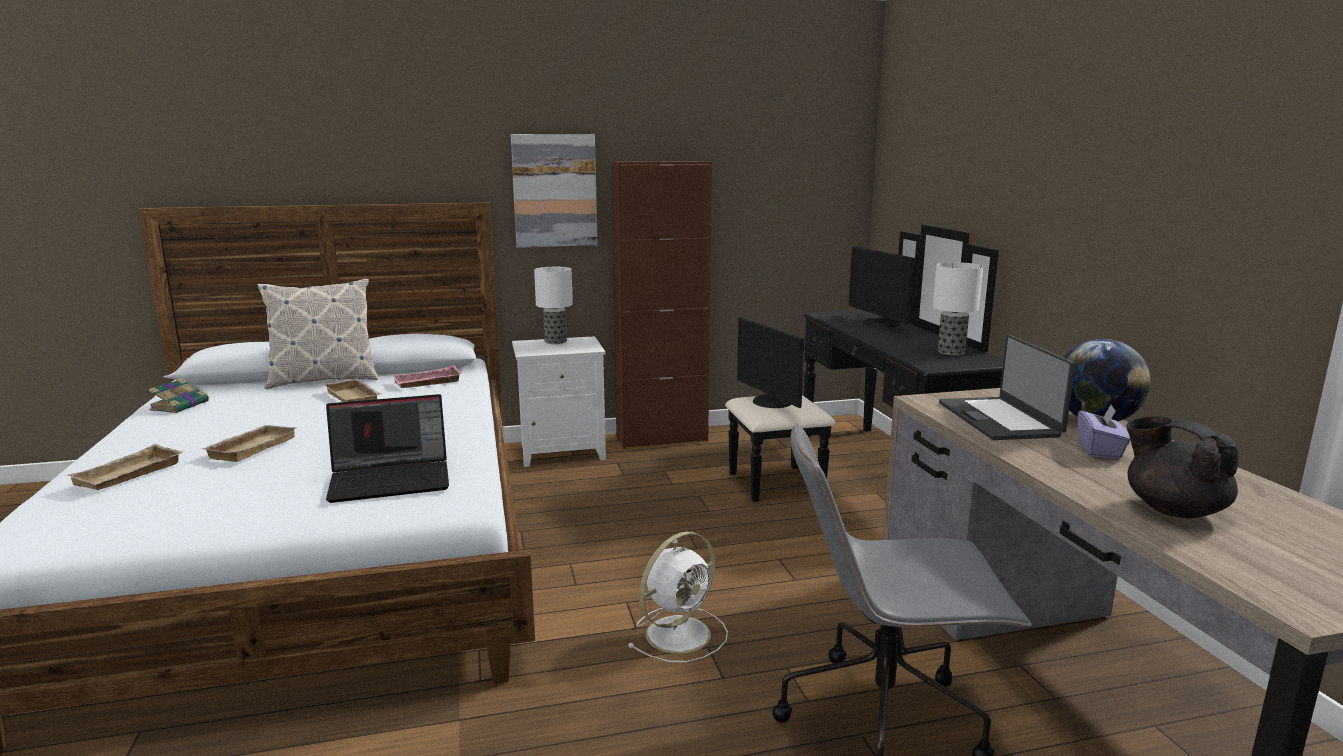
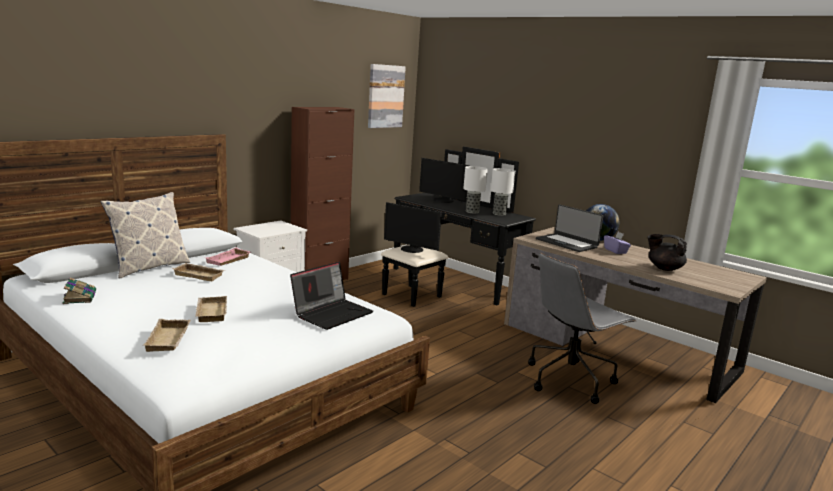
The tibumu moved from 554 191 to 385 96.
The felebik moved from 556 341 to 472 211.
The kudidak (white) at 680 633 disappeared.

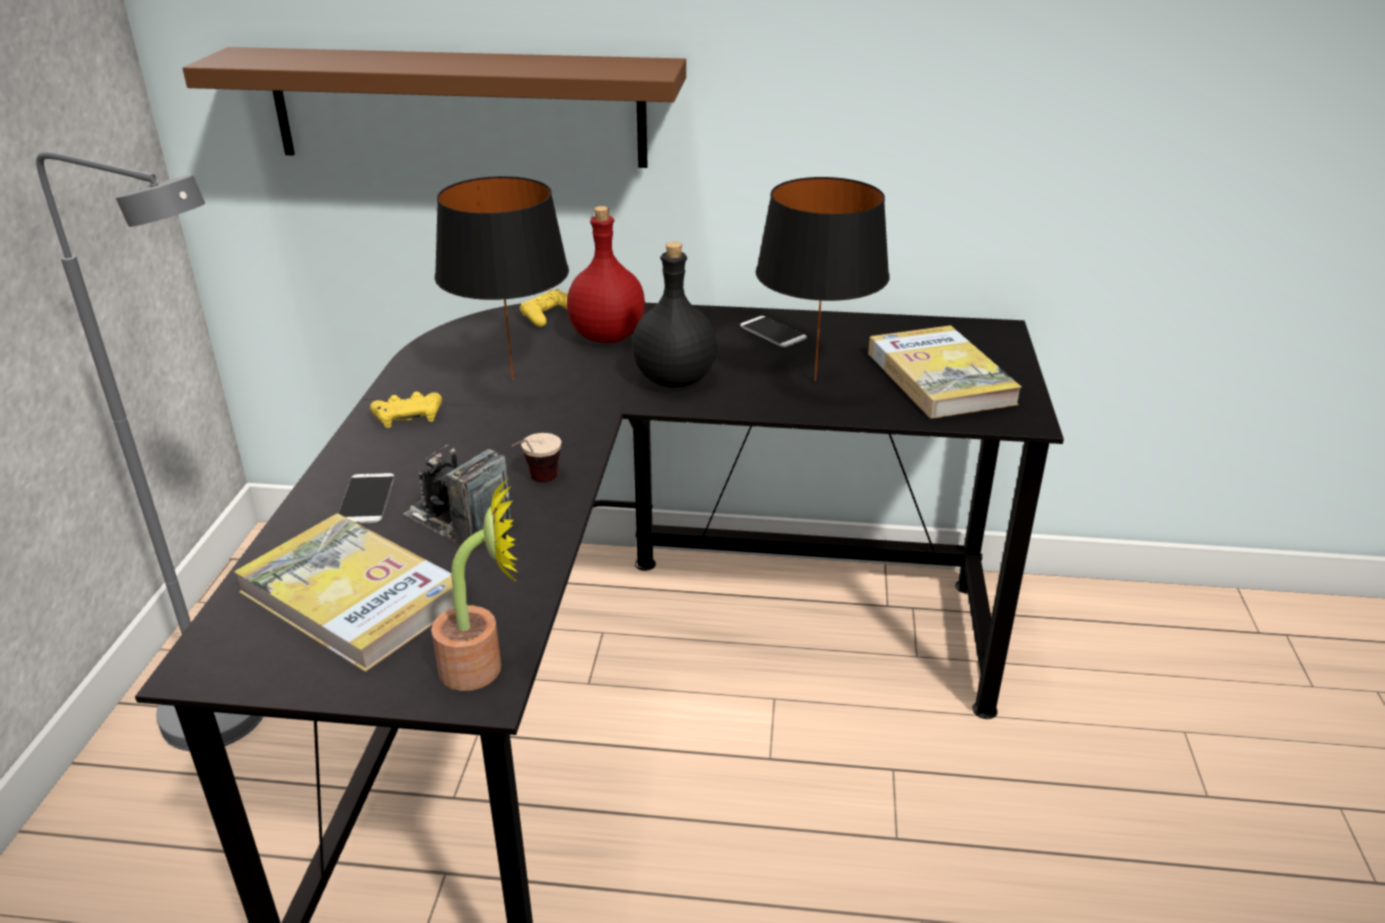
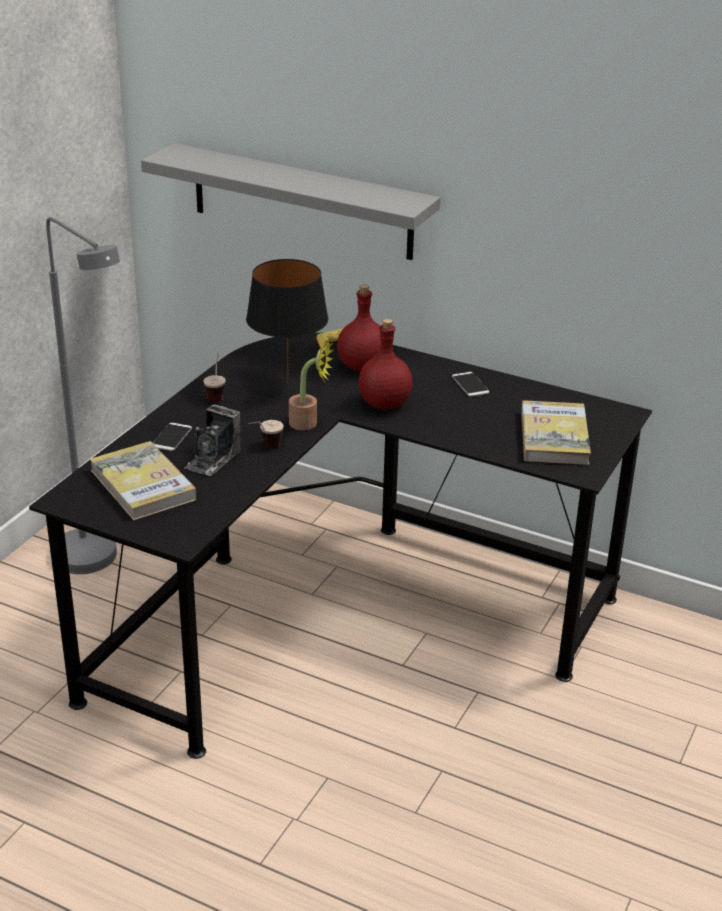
The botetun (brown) at 458 107 became the botetun (grey) at 301 202.
The felebik (black) at 813 381 disappeared.
The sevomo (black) at 675 380 became the sevomo (red) at 384 404.
The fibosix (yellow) at 408 416 was replaced by the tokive at 216 395.
The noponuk at 458 520 turned 120 degrees counterclockwise.
The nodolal moved from 484 667 to 309 423.

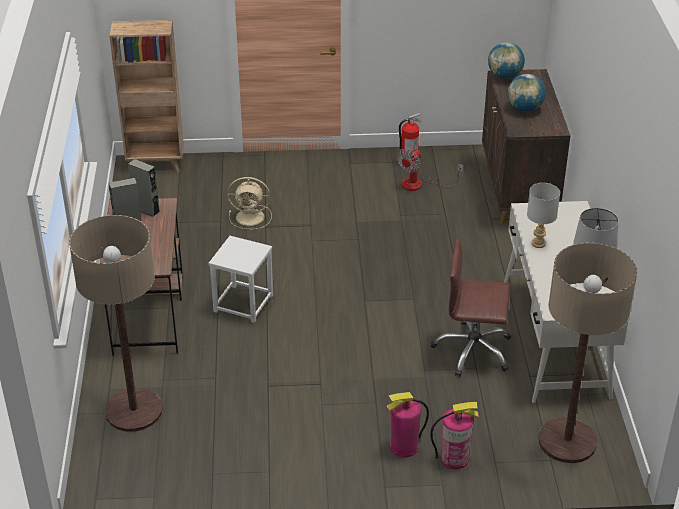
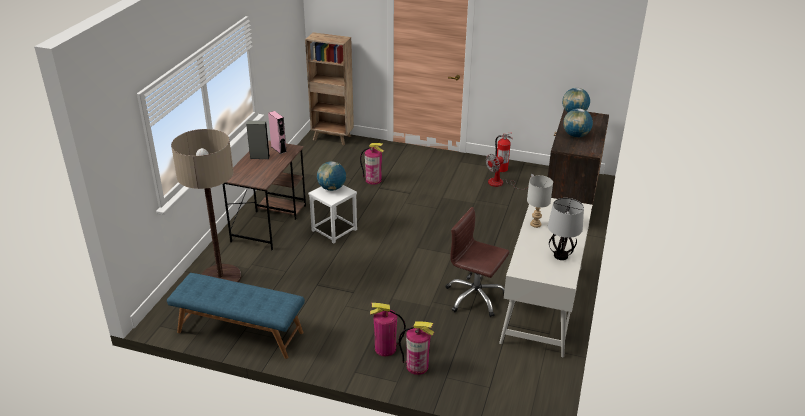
The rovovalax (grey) at 146 210 became the rovovalax (pink) at 278 149.
The kudidak (beige) at 251 217 was replaced by the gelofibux at 373 180.
The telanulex at 567 441 disappeared.
The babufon at 332 188 appeared.
The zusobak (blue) at 239 332 appeared.

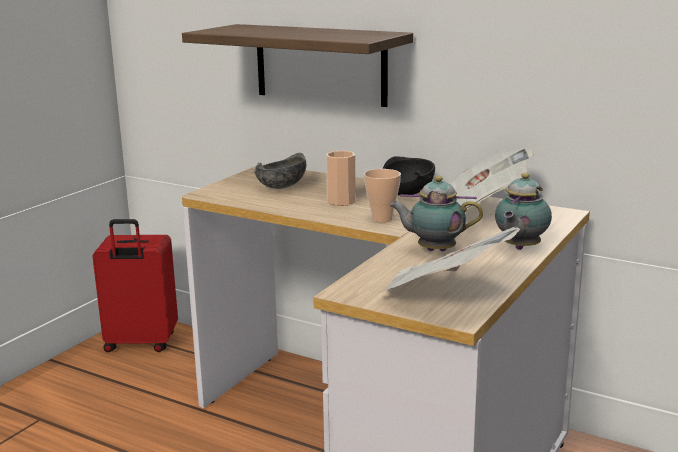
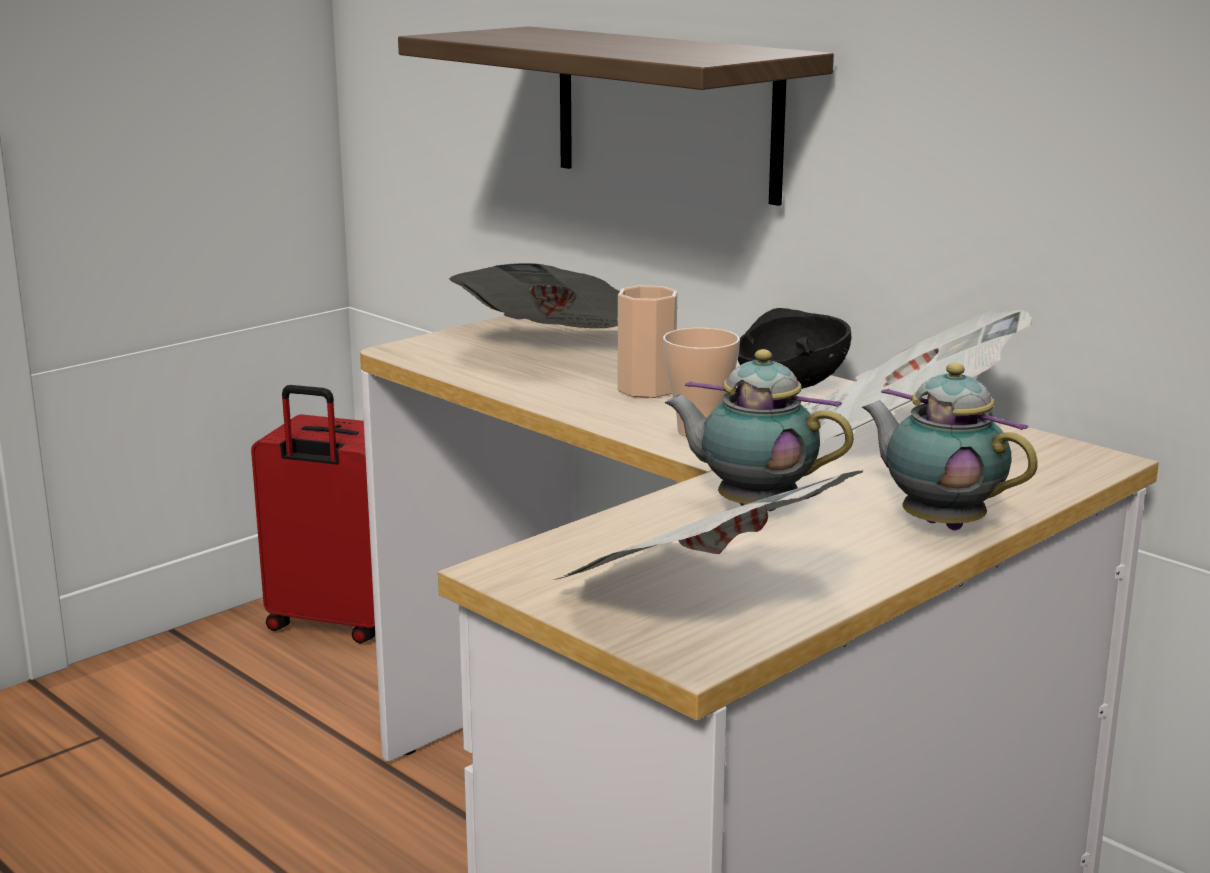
The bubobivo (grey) at 280 187 was replaced by the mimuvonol at 553 350.
The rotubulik at 519 248 turned 90 degrees clockwise.

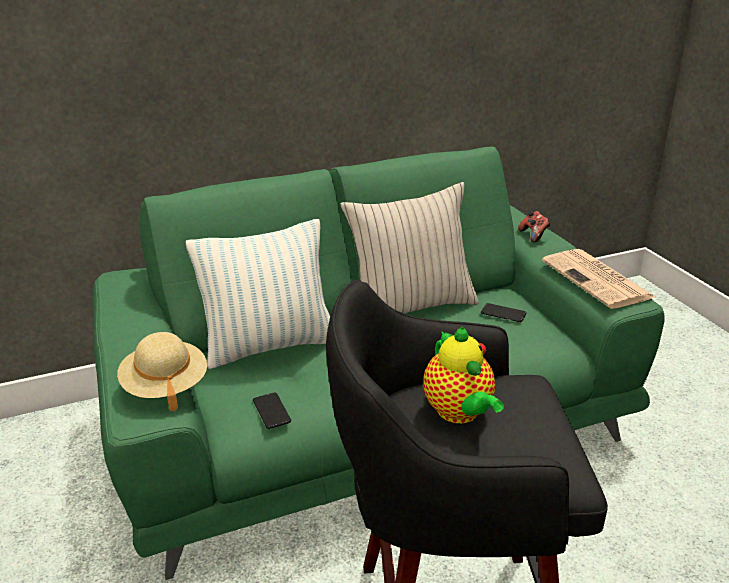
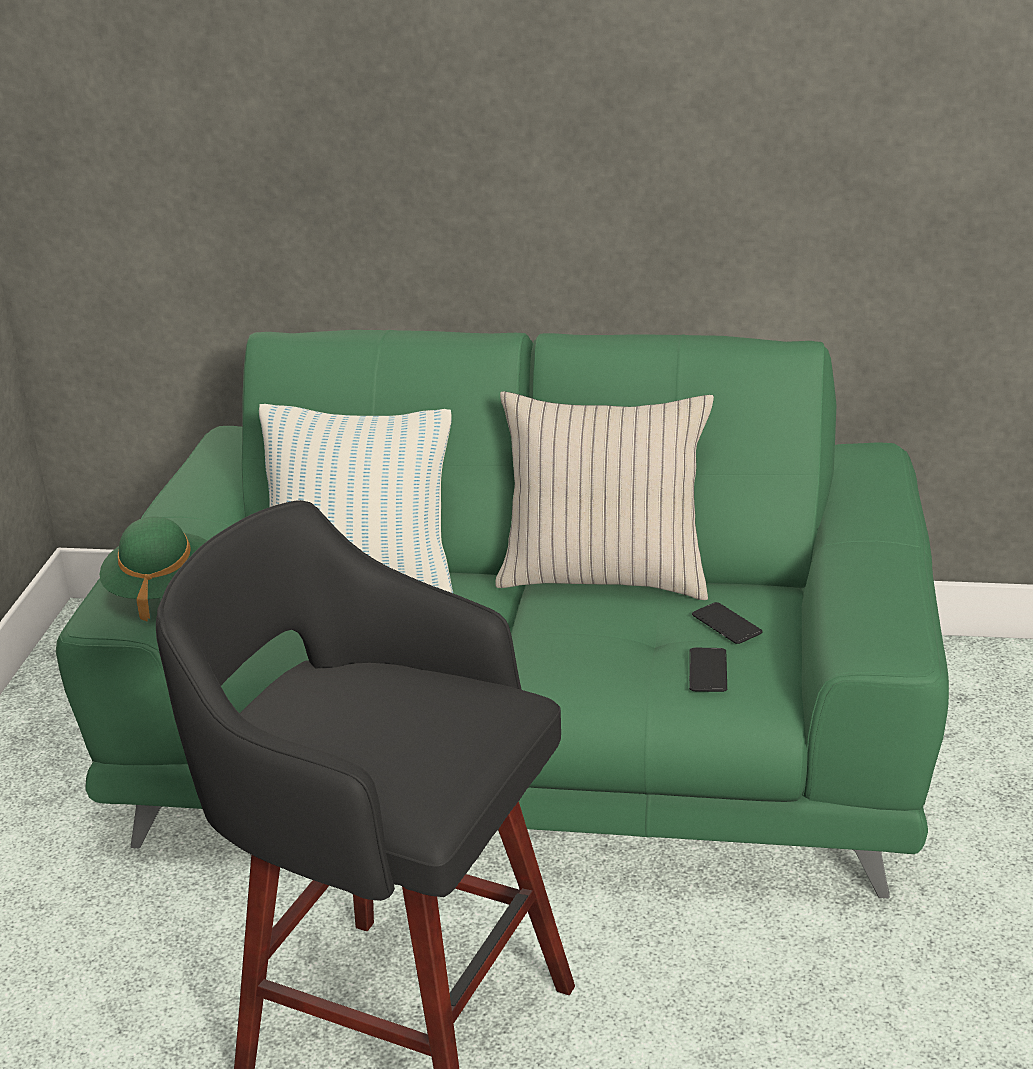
The fibosix at 534 236 disappeared.
The mimuvonol at 598 280 disappeared.
The rotubulik at 460 413 disappeared.
The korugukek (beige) at 165 386 became the korugukek (green) at 162 590.
The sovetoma moved from 271 411 to 708 671.

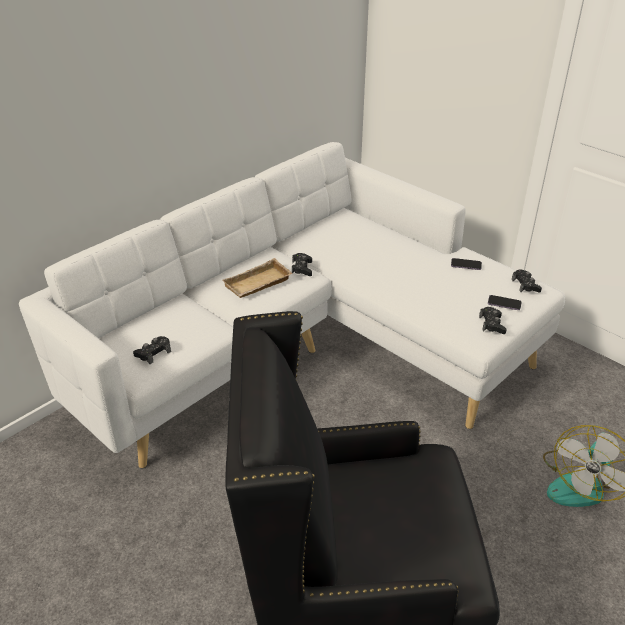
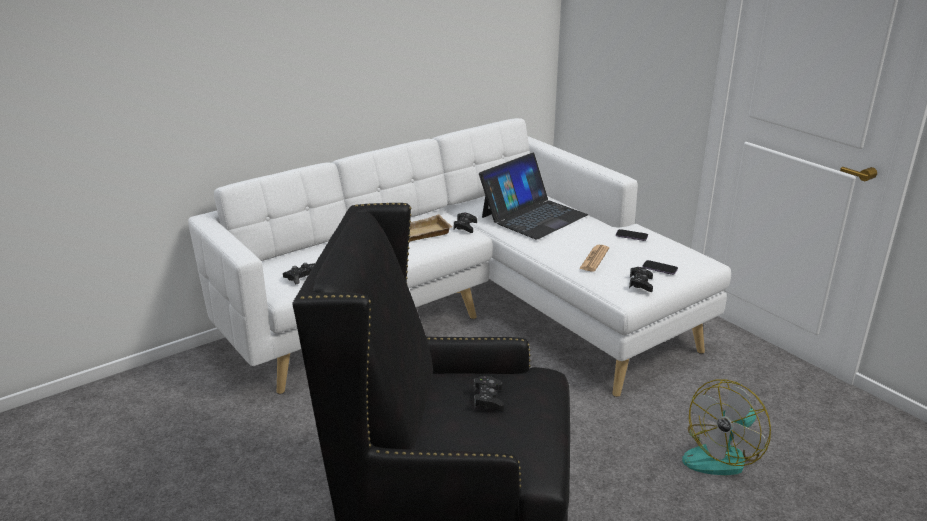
The fibosix (black) moved from 525 285 to 488 399.
The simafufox at 533 216 appeared.
The mimuvonol at 594 259 appeared.

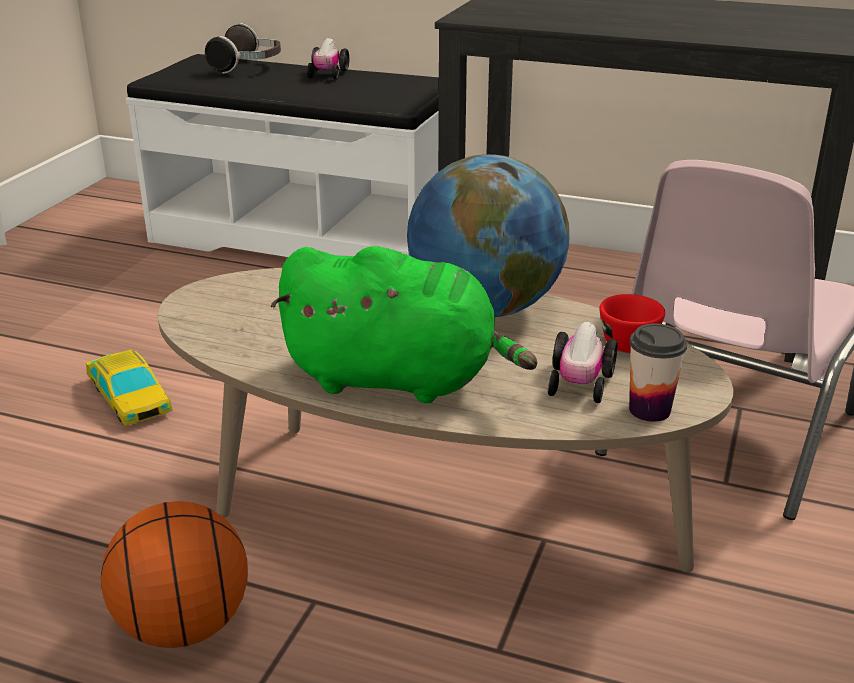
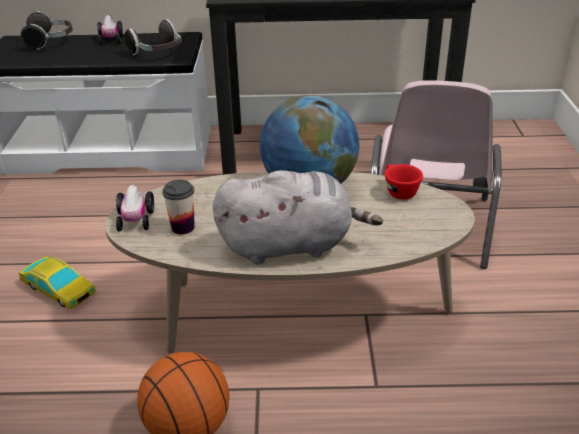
The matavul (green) at 399 379 became the matavul (grey) at 291 245.
The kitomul moved from 580 383 to 135 220.
The tokive moved from 649 410 to 183 227.
The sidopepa at 157 52 appeared.

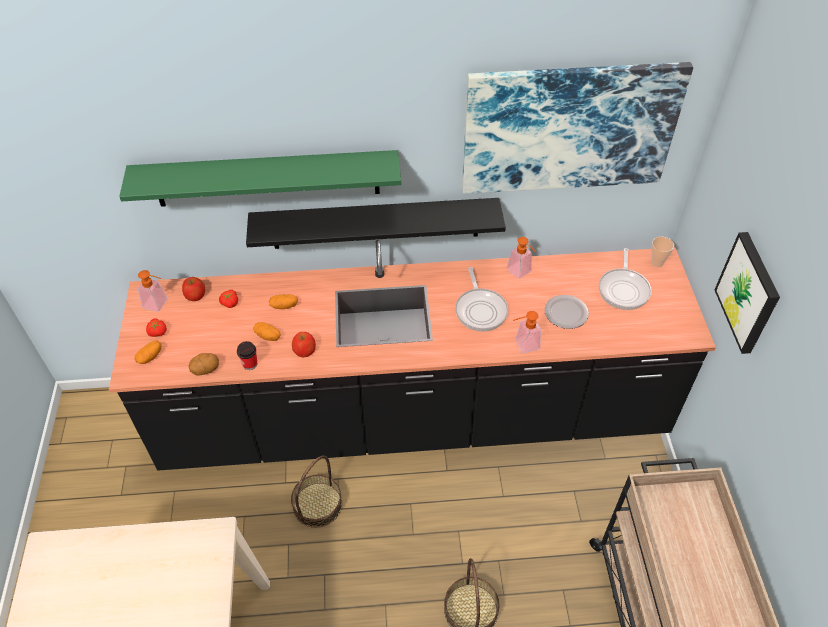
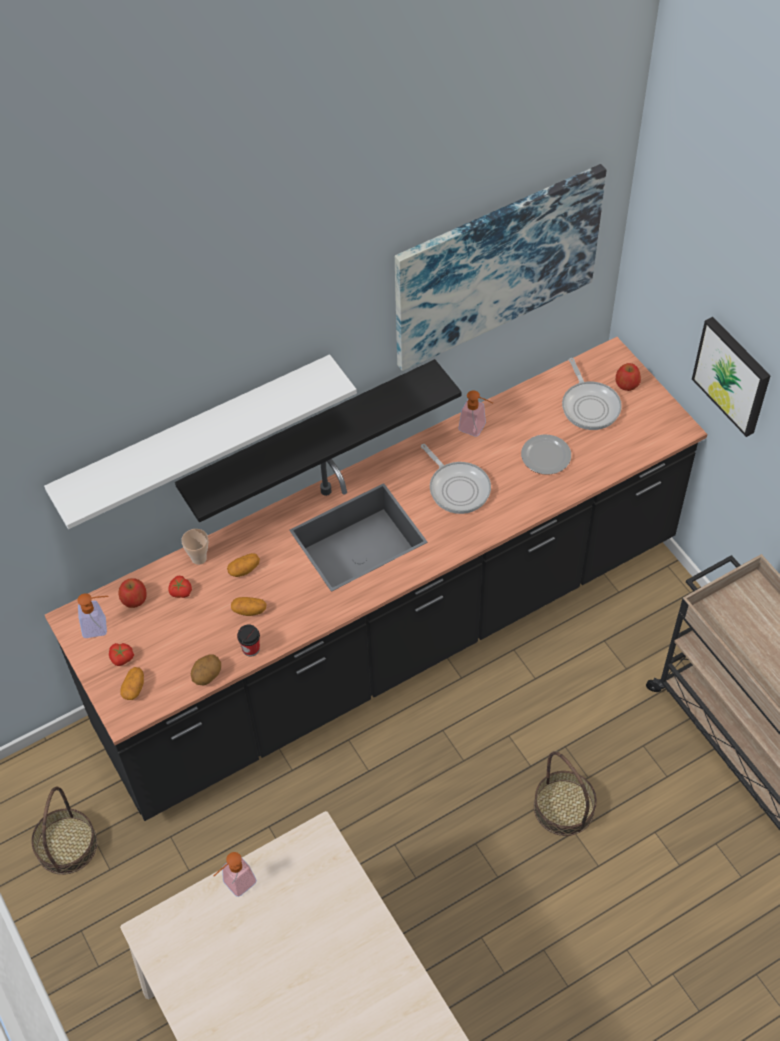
The botetun (green) at 267 178 became the botetun (white) at 195 437.
The tokive moved from 657 263 to 199 558.
The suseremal moved from 523 345 to 235 885.
The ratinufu moved from 304 350 to 627 383.
The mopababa moved from 317 504 to 66 845.

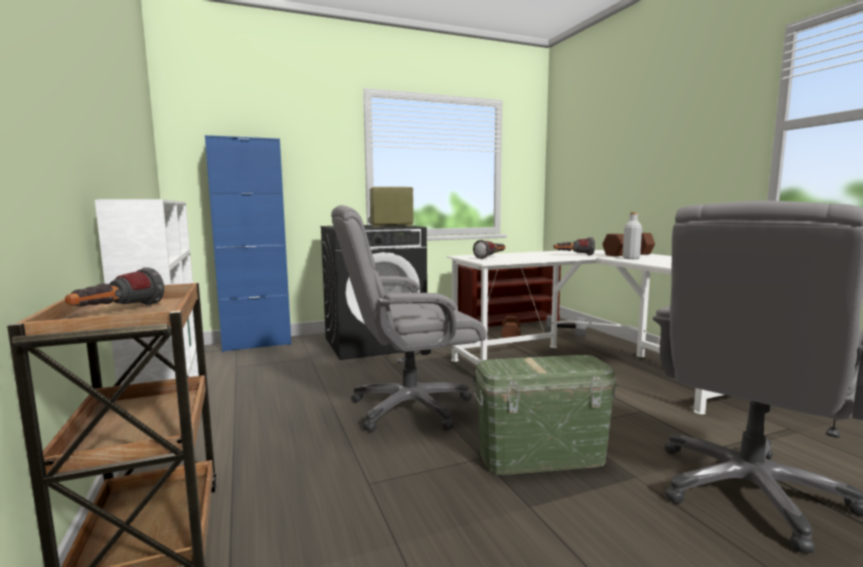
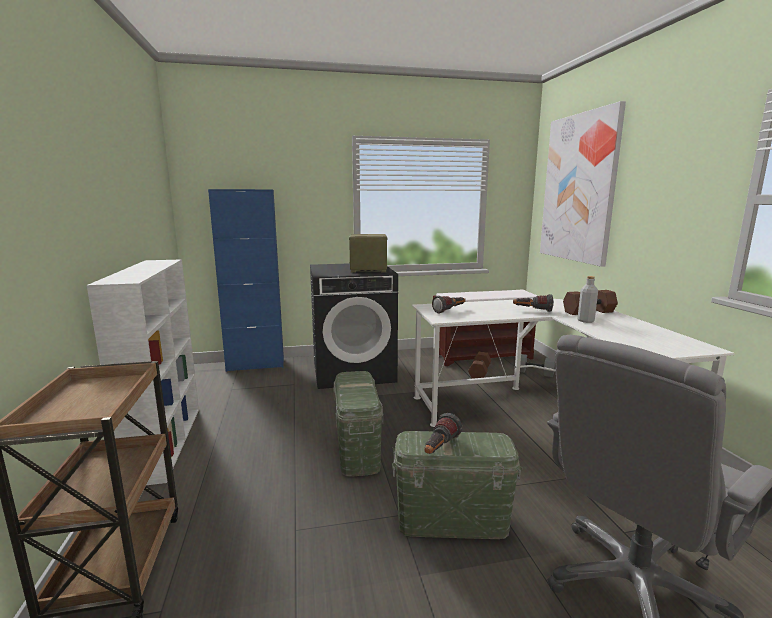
The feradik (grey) at 409 408 was replaced by the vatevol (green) at 357 450.
The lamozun moved from 117 312 to 439 448.
The tibumu at 578 188 appeared.

